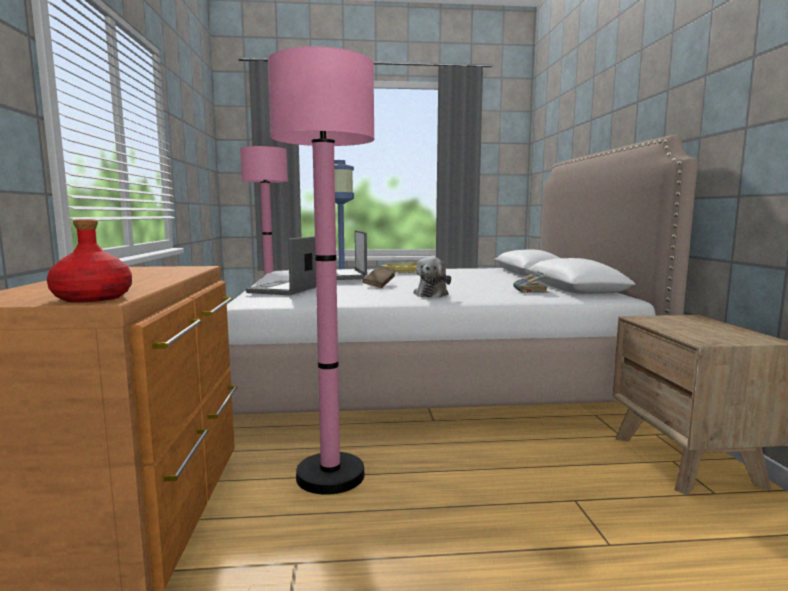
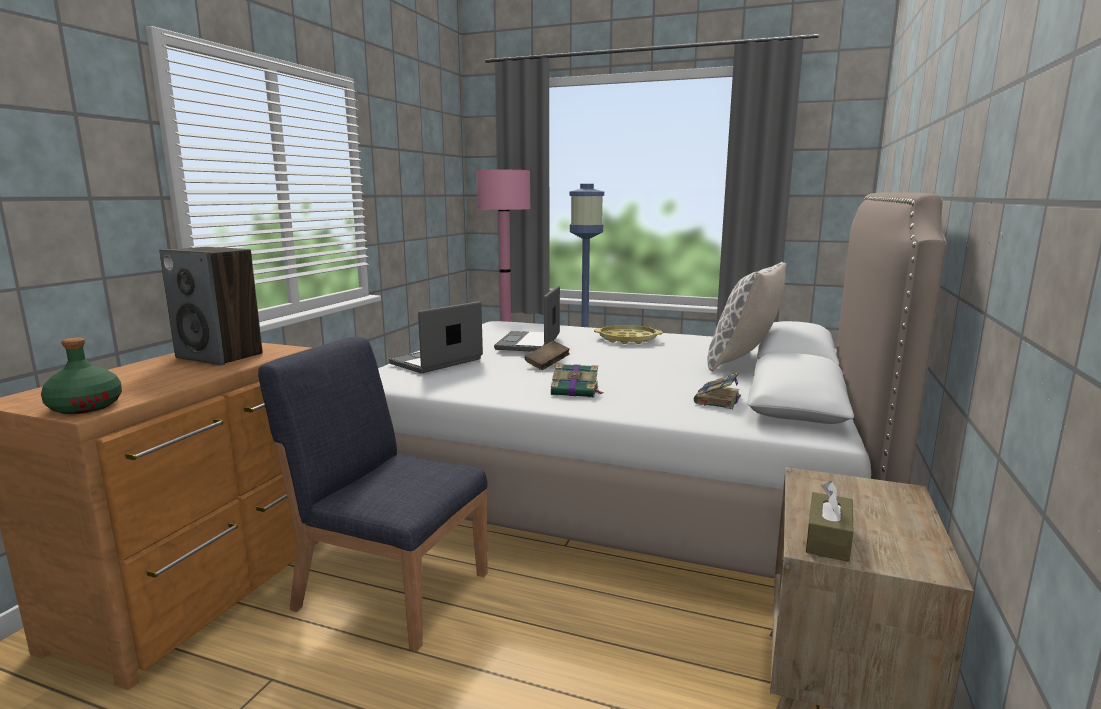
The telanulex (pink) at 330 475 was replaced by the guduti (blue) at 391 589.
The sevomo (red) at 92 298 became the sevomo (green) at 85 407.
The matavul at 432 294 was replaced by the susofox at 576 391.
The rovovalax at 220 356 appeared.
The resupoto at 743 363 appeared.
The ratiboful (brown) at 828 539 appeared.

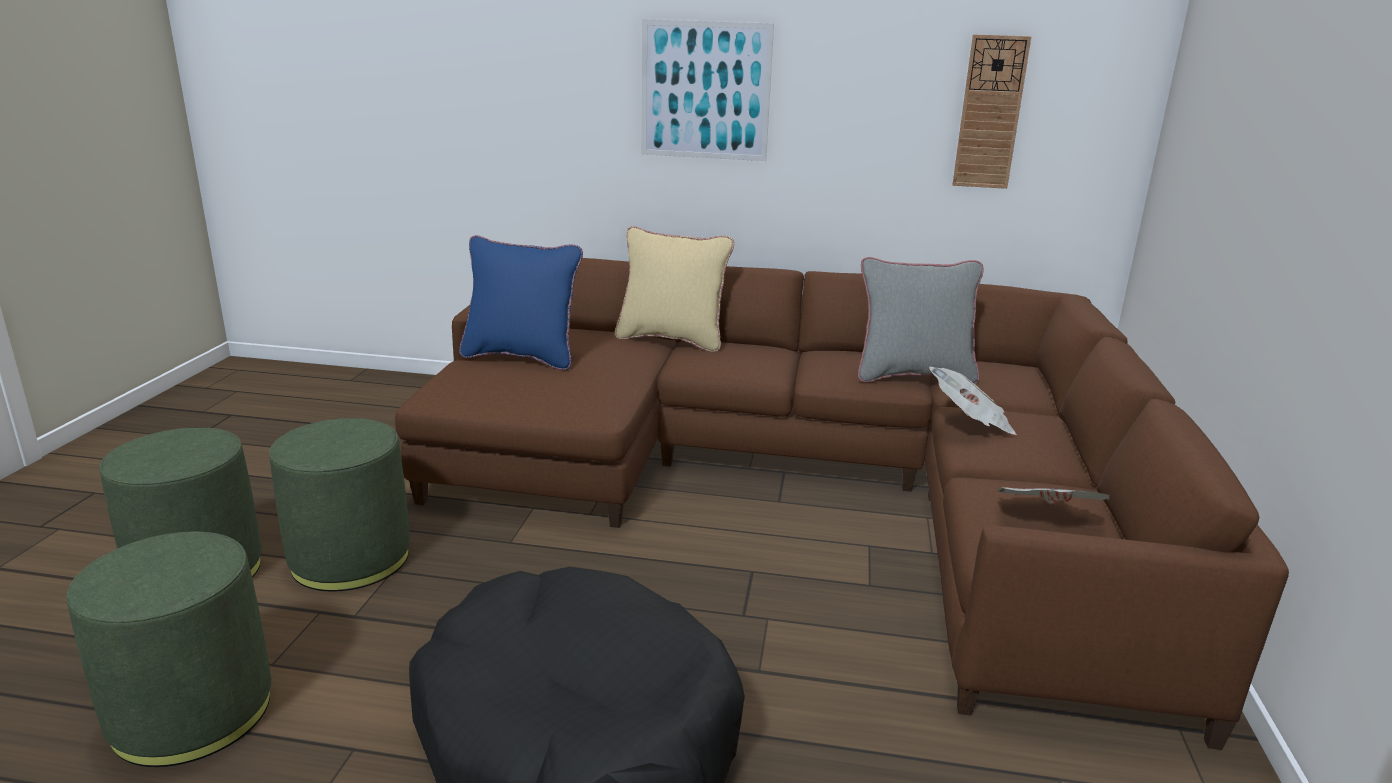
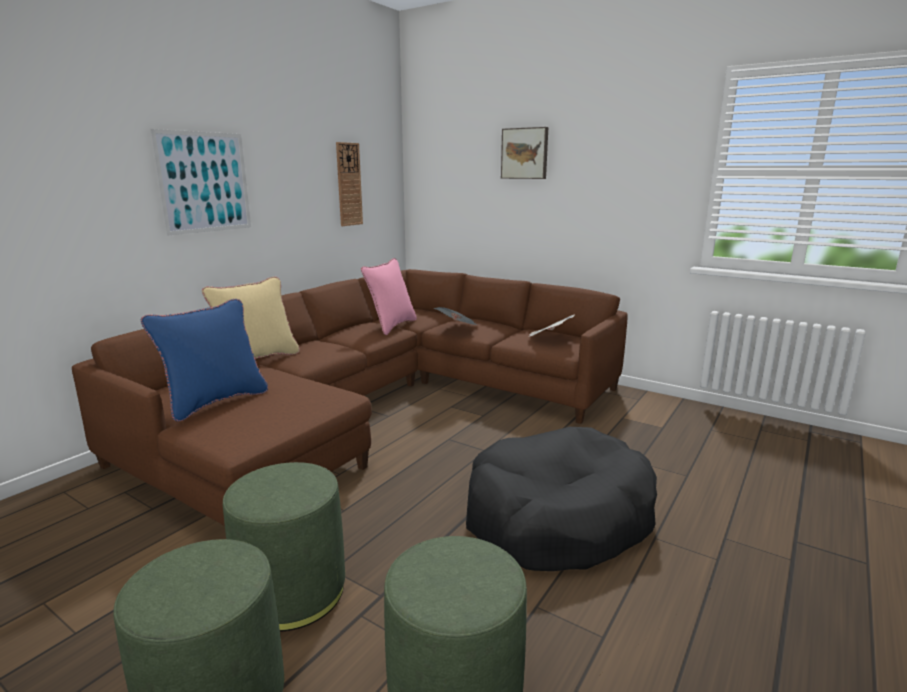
The resupoto (grey) at 913 376 became the resupoto (pink) at 391 326.
The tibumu at 525 153 appeared.

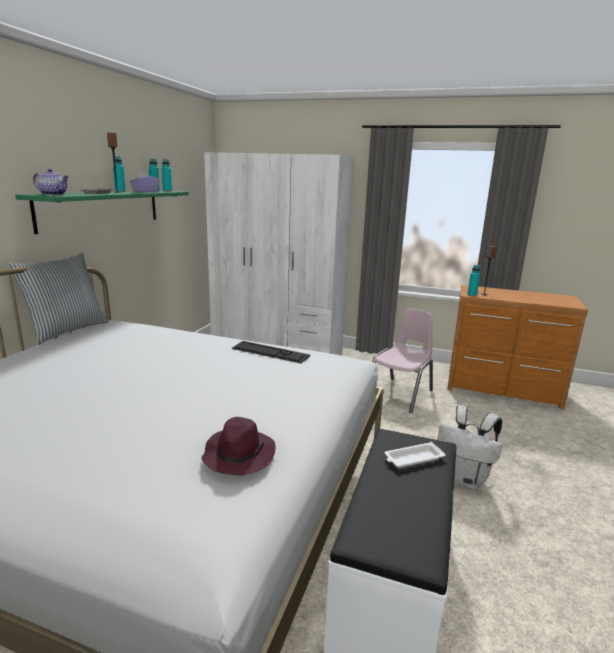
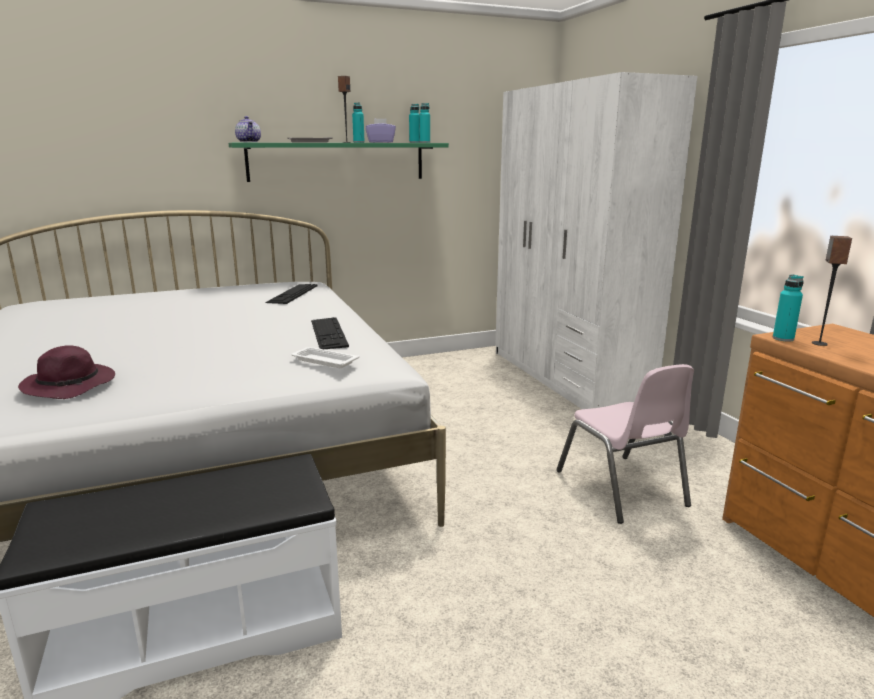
The resupoto at 66 330 disappeared.
The guduti (pink) at 400 394 turned 75 degrees clockwise.
The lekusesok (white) at 464 479 disappeared.
The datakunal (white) moved from 413 458 to 324 361.
The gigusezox at 293 294 appeared.

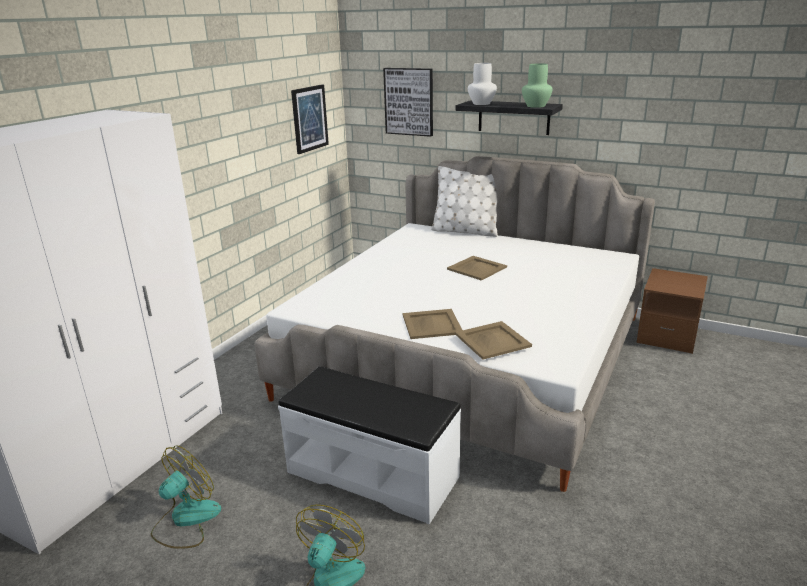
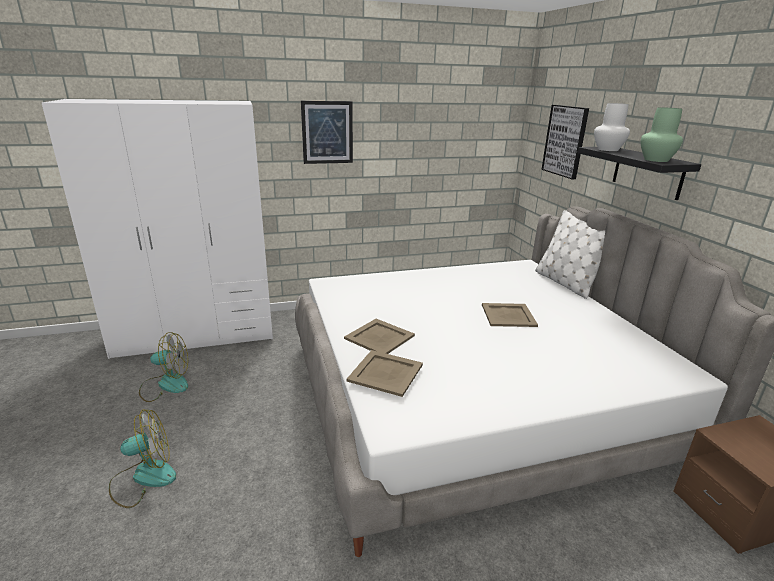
The tibumu moved from 309 118 to 327 132.
The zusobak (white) at 373 473 disappeared.

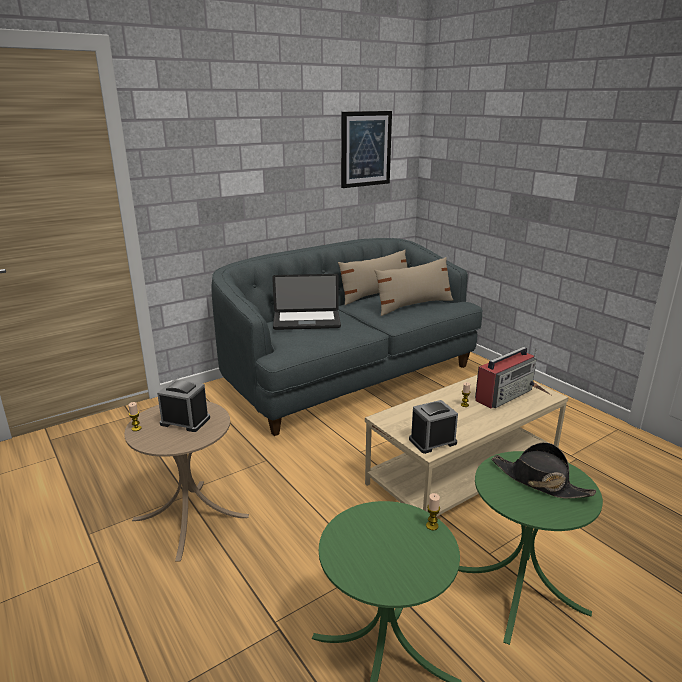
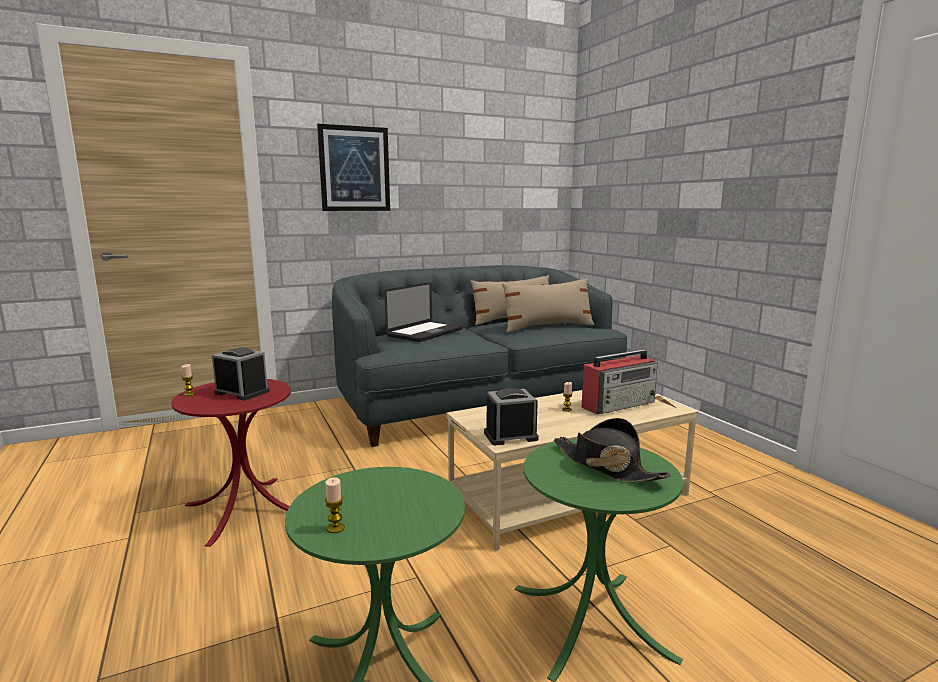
The tibumu moved from 365 149 to 354 169.
The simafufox at 306 321 turned 60 degrees counterclockwise.
The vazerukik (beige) at 190 517 became the vazerukik (red) at 245 509.
The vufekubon moved from 432 526 to 335 528.

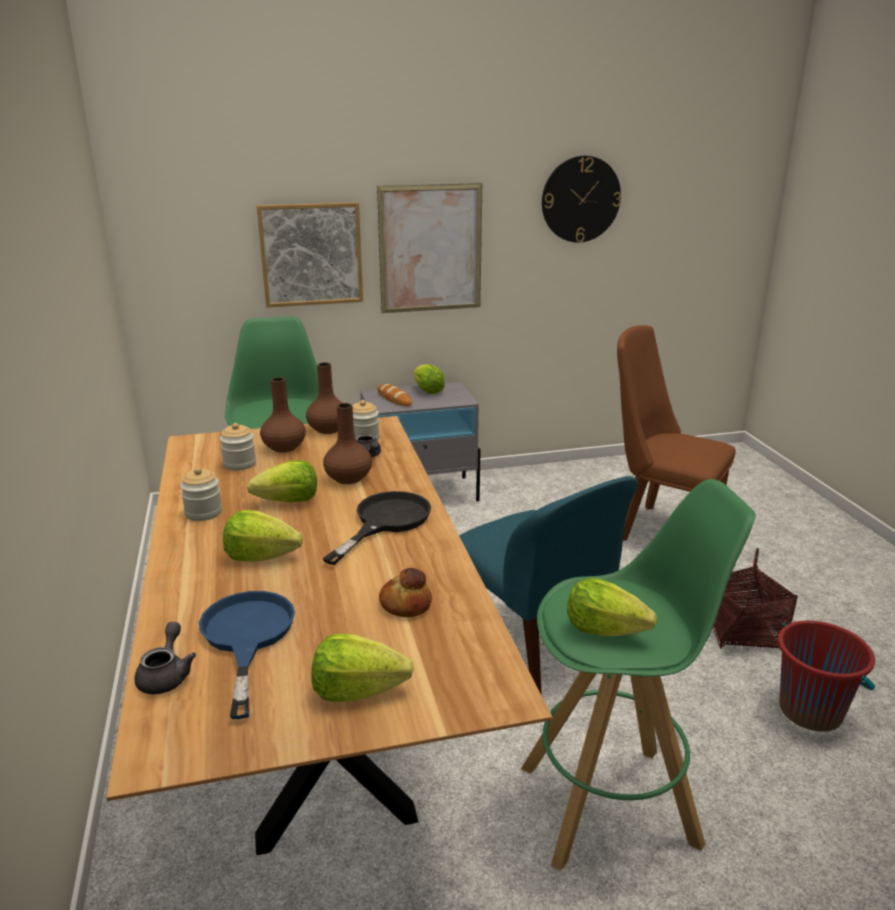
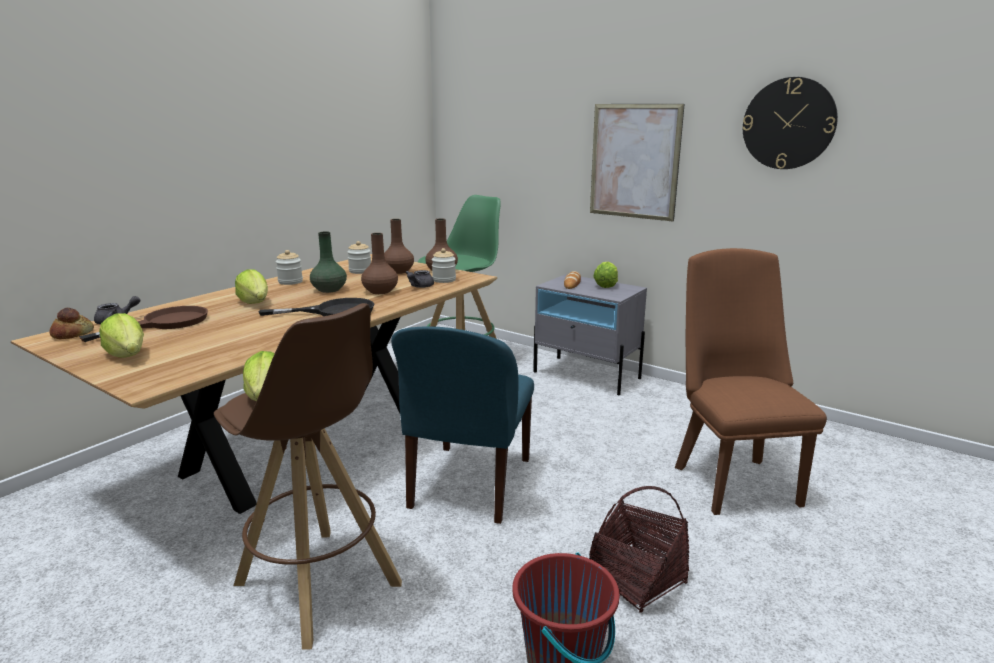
The tibumu at 311 254 disappeared.
The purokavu at 288 501 was replaced by the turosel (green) at 329 290.
The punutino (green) at 611 804 became the punutino (brown) at 319 585.
The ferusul moved from 405 604 to 72 334.
The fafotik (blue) at 247 637 became the fafotik (brown) at 164 323.

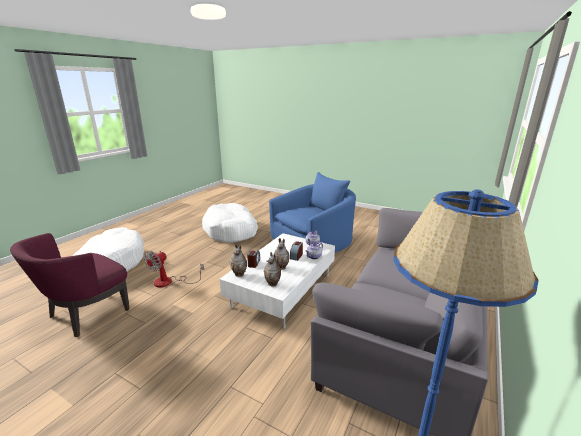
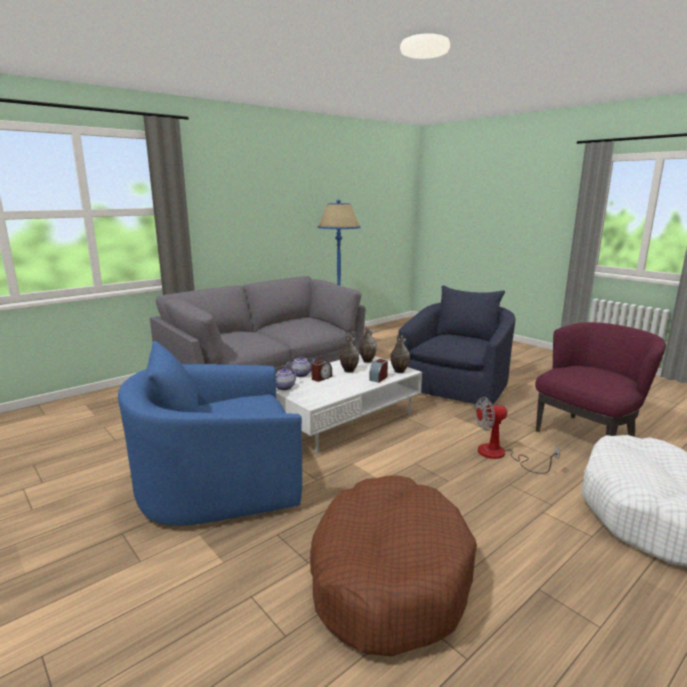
The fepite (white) at 231 230 became the fepite (brown) at 388 575.
The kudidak at 169 282 turned 150 degrees counterclockwise.
The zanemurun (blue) at 457 385 appeared.

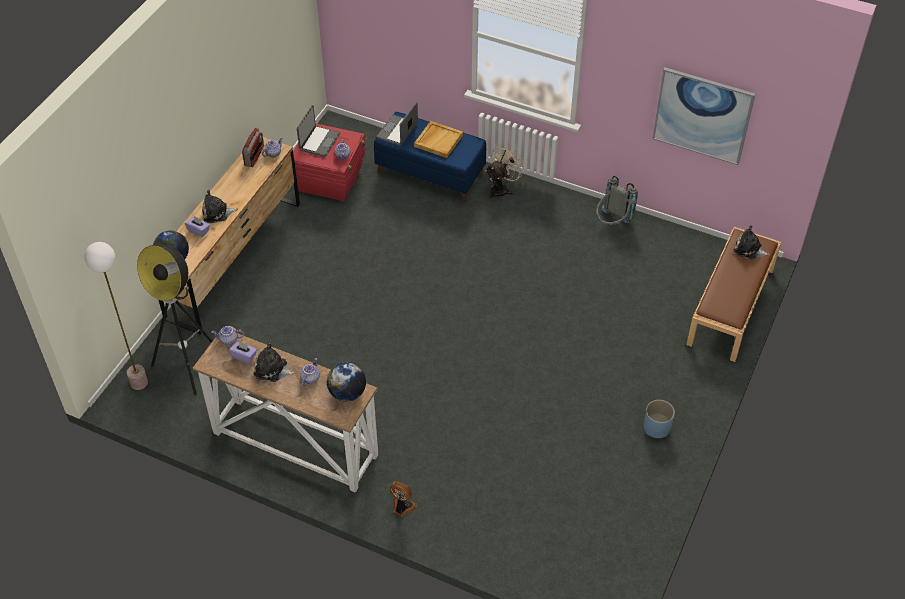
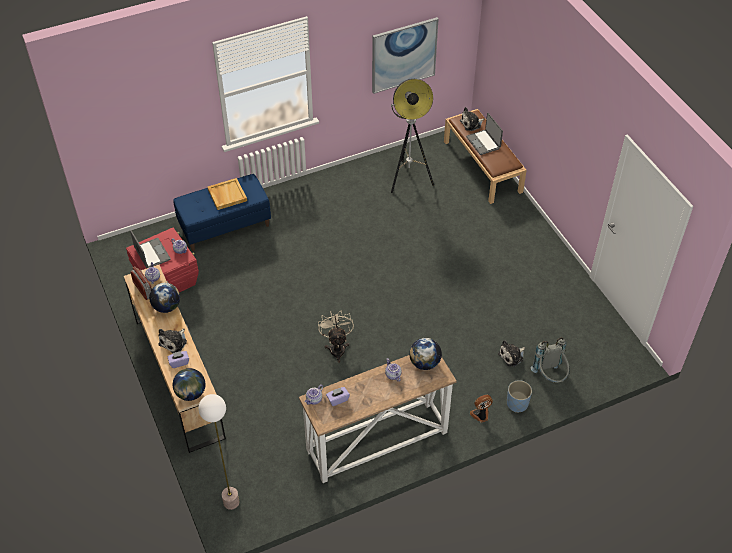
The simafufox moved from 398 131 to 483 142.
The kudidak (beige) moved from 501 189 to 337 347.
The lekusesok (grey) moved from 612 223 to 550 376.
The telanulex moved from 189 367 to 408 178.
The matavul moved from 272 370 to 512 356.
The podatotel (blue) moved from 656 428 to 517 404.
The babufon at 166 307 appeared.

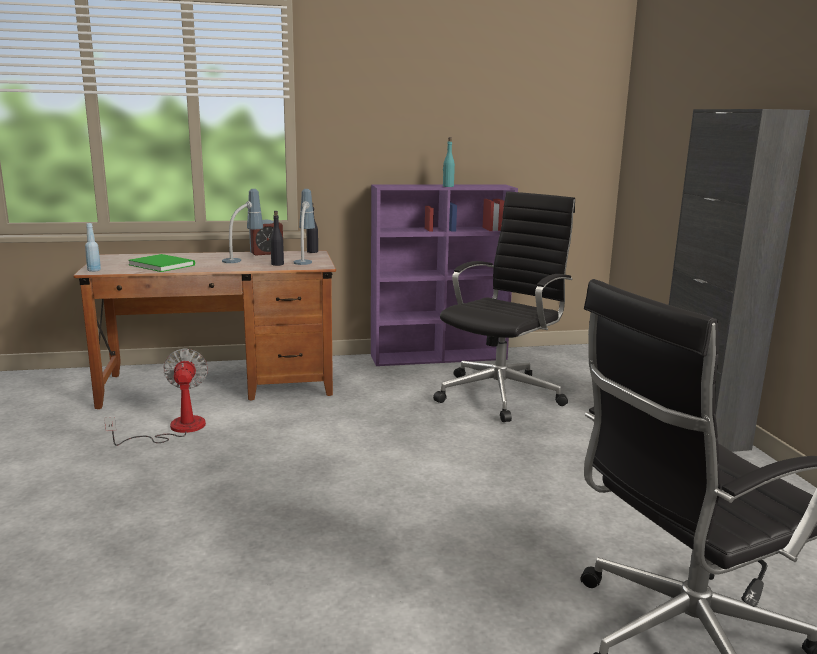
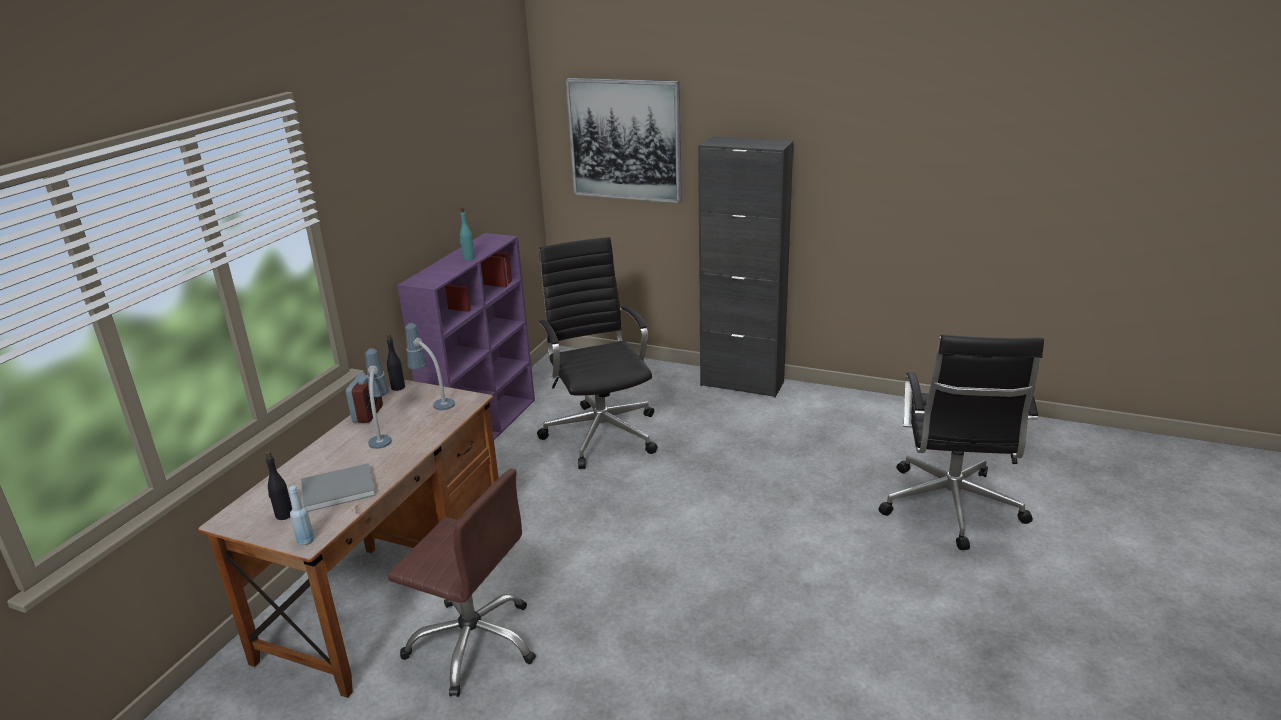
The sevomo (black) moved from 277 264 to 284 515.
The susofox (green) at 162 264 became the susofox (grey) at 336 489.
The kudidak at 175 429 was replaced by the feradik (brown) at 473 643.
The tibumu at 625 140 appeared.

